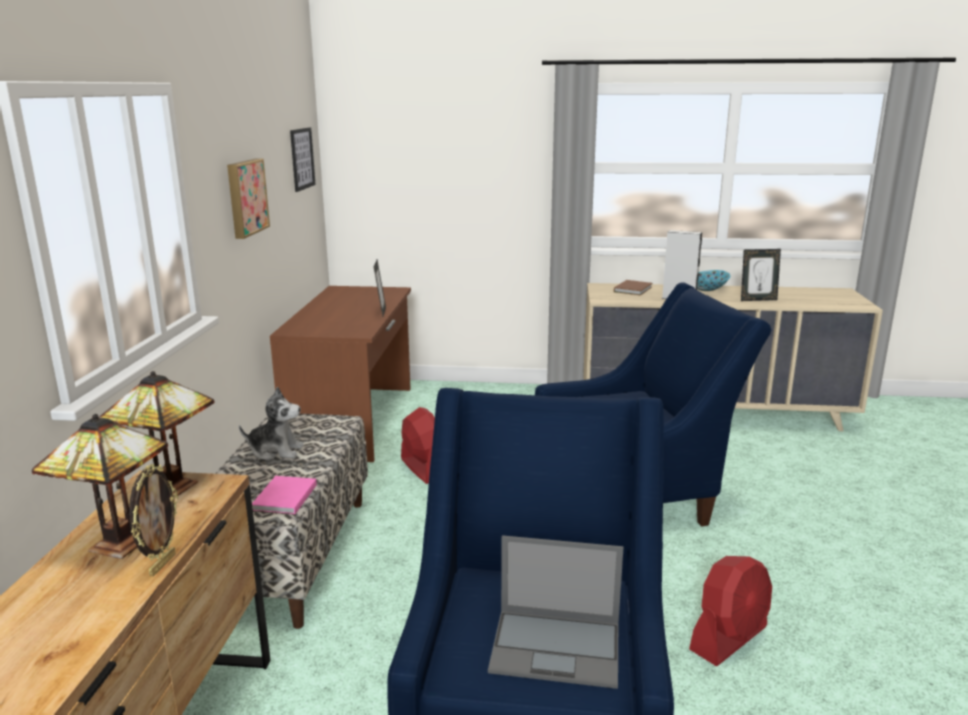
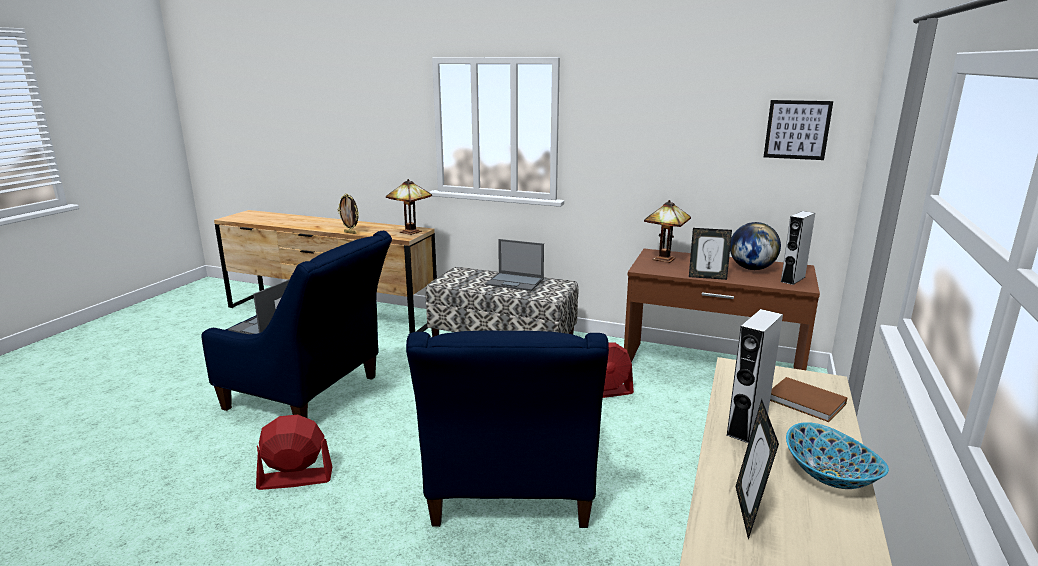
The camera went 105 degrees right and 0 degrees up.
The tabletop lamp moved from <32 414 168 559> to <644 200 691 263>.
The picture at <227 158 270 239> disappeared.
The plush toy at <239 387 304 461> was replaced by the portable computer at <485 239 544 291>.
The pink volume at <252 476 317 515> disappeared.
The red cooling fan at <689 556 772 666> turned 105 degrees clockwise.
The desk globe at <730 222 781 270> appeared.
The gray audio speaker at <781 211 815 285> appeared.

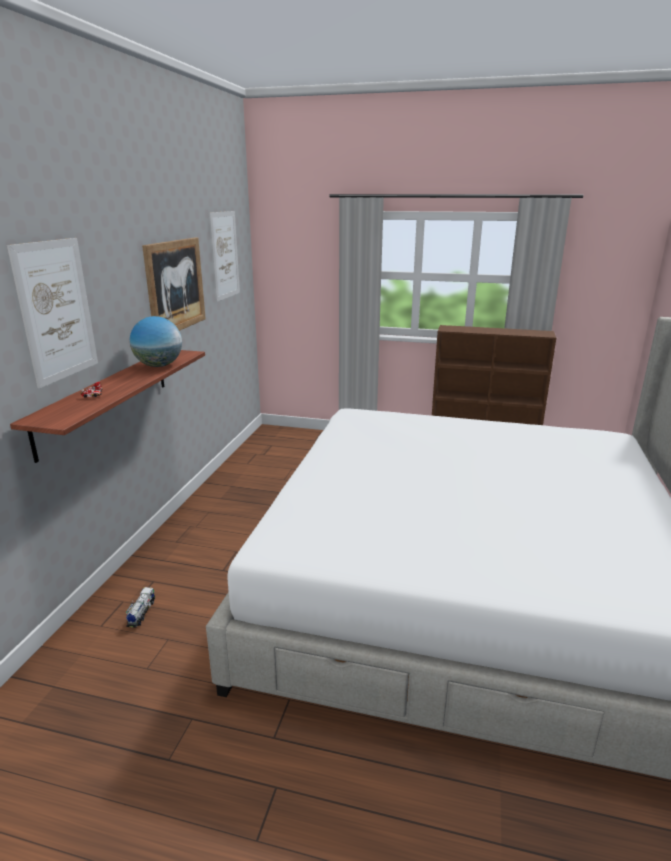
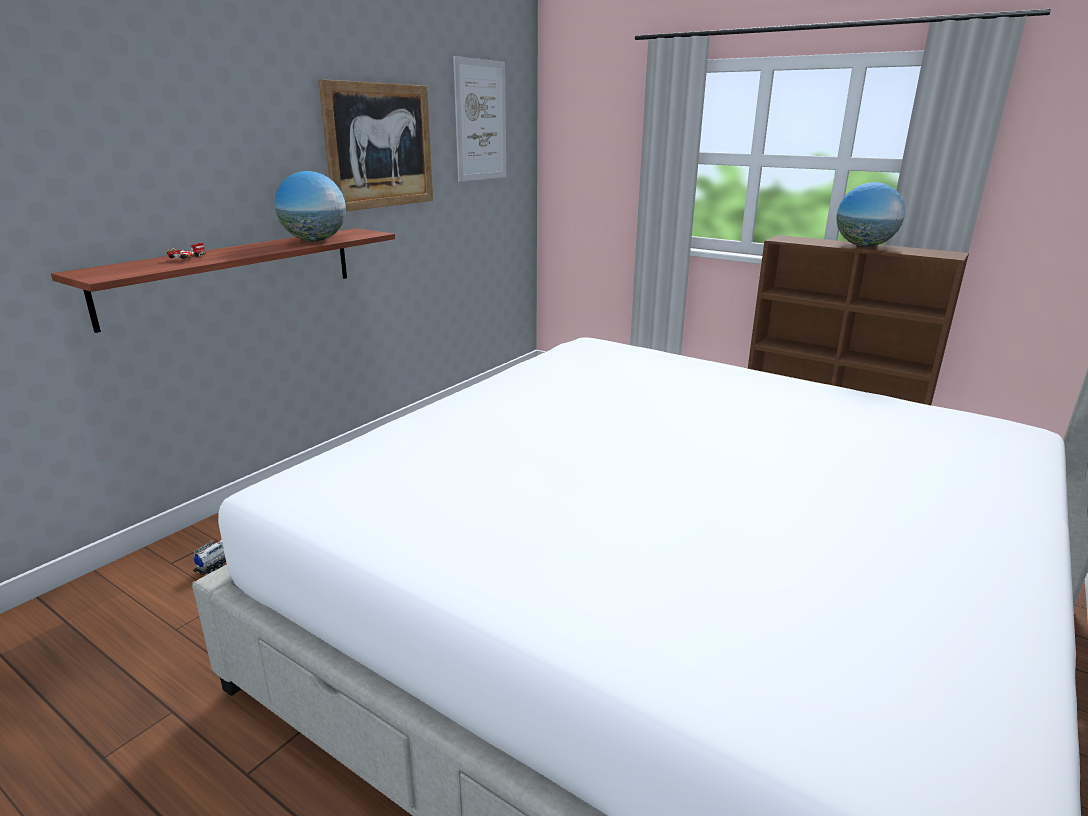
The camera went 20 degrees right and 0 degrees up.
The picture at <7 238 98 388> disappeared.
The desk globe at <836 182 905 247> appeared.

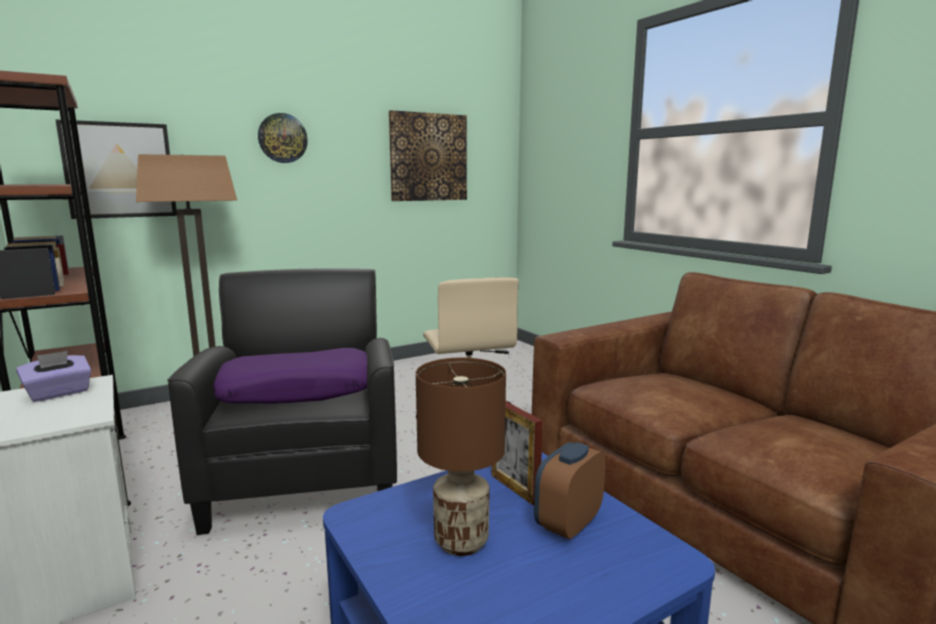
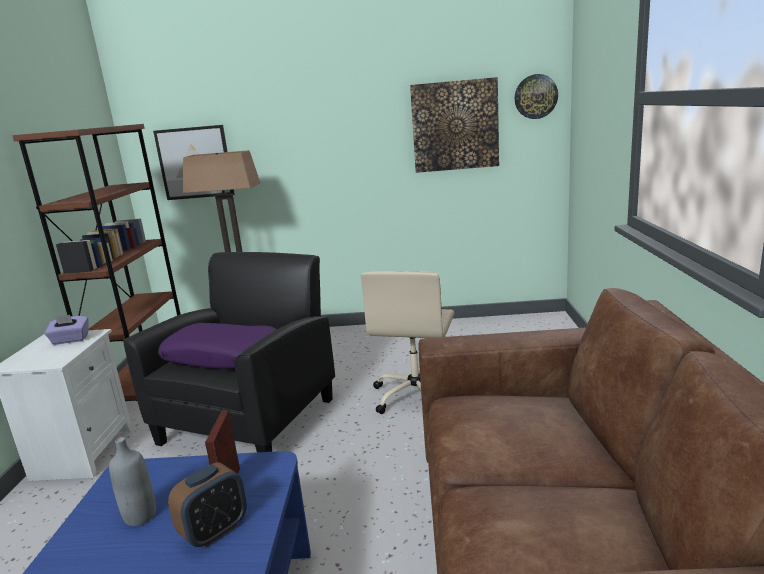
The camera went 35 degrees right and 5 degrees up.
The clock on the wall moved from <258 113 308 163> to <515 74 558 119>.
The brown-coloured tabletop lamp at <416 358 506 556> was replaced by the gray bottle at <109 437 156 526>.
The table clock at <534 442 605 540> turned 150 degrees clockwise.

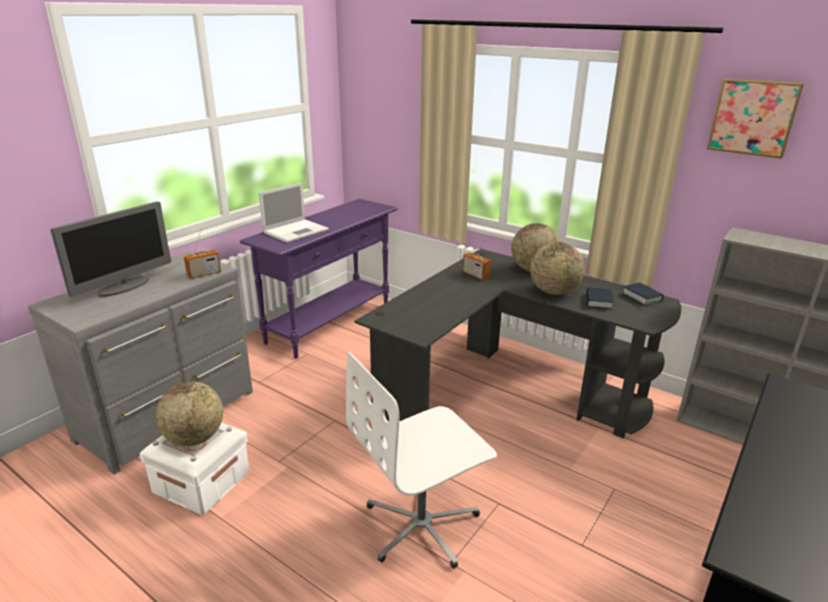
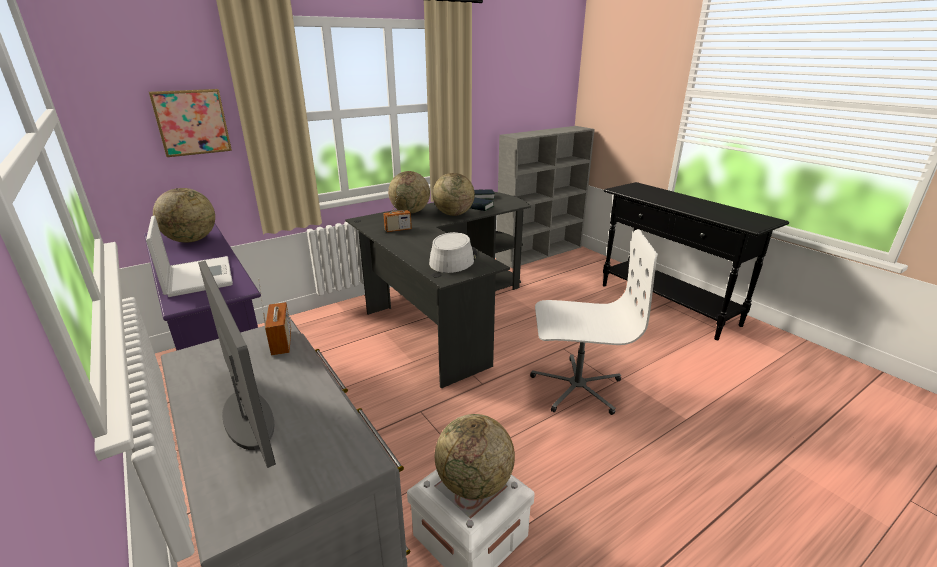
The camera went 70 degrees left and 0 degrees up.
The whitish computer chair at <346 352 497 568> turned 75 degrees counterclockwise.
The picture moved from <707 78 804 159> to <149 89 232 157>.
The desk globe at <153 188 215 243> appeared.
The gray hat at <429 232 477 273> appeared.

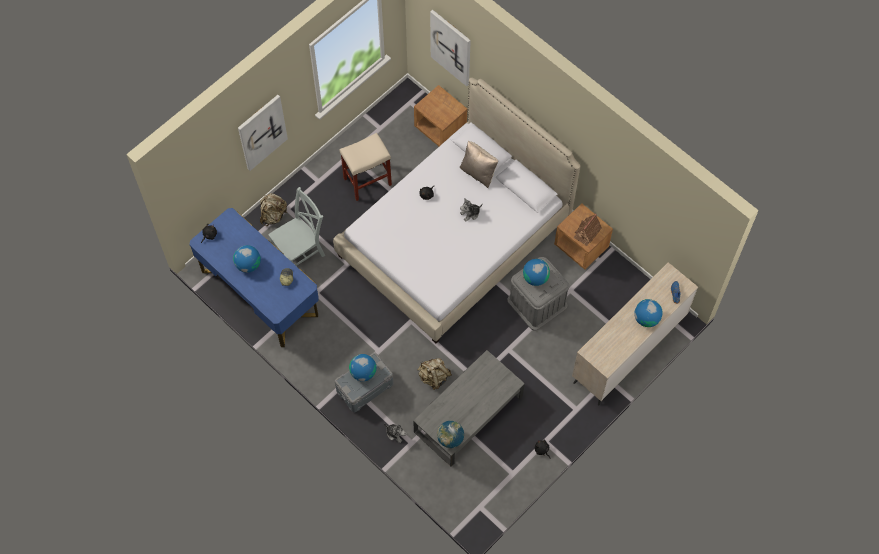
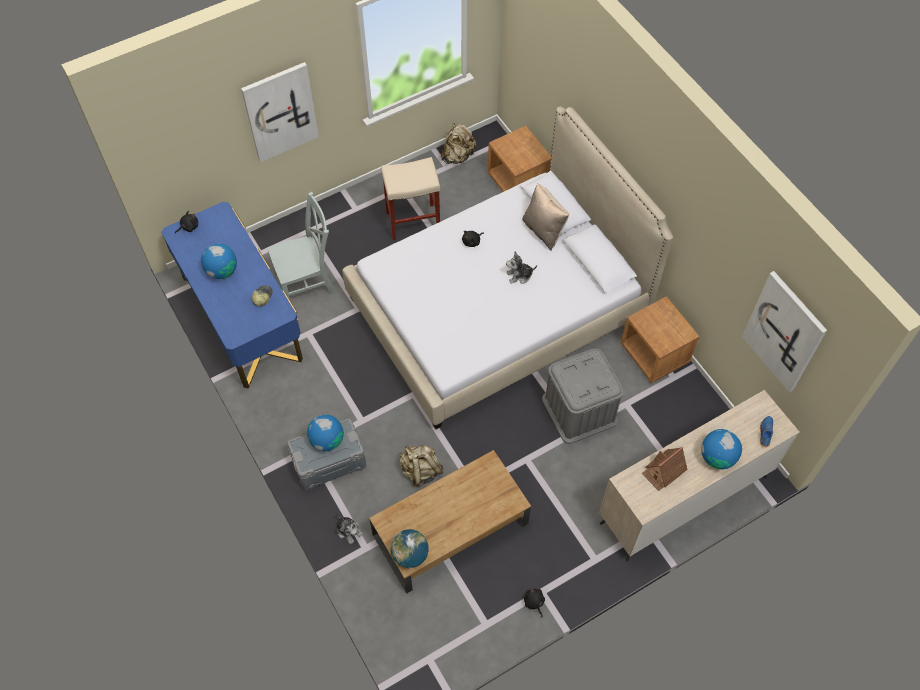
The camera went 15 degrees right and 5 degrees down.
The sand-coloured backpack moved from <260 193 287 226> to <441 123 476 164>.
The gray coffee table at <413 350 525 467> became the brown-coloured coffee table at <369 450 531 594>.
The picture moved from <430 10 471 86> to <742 271 827 392>.
The desk globe at <523 259 550 286> disappeared.
The miniature house moved from <573 214 602 246> to <641 447 688 491>.

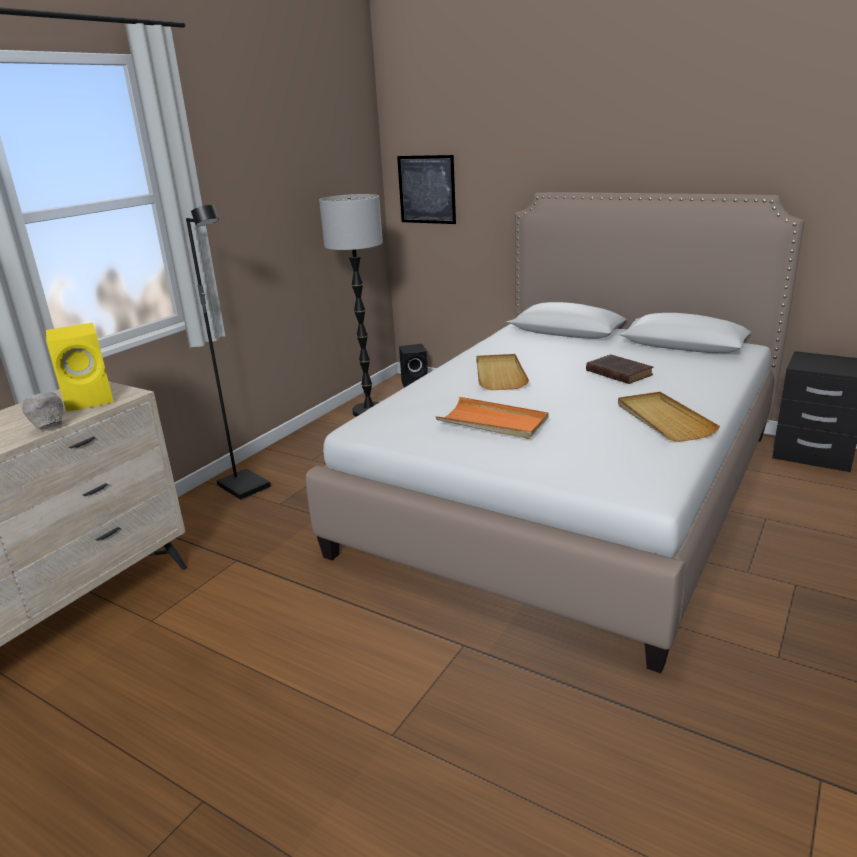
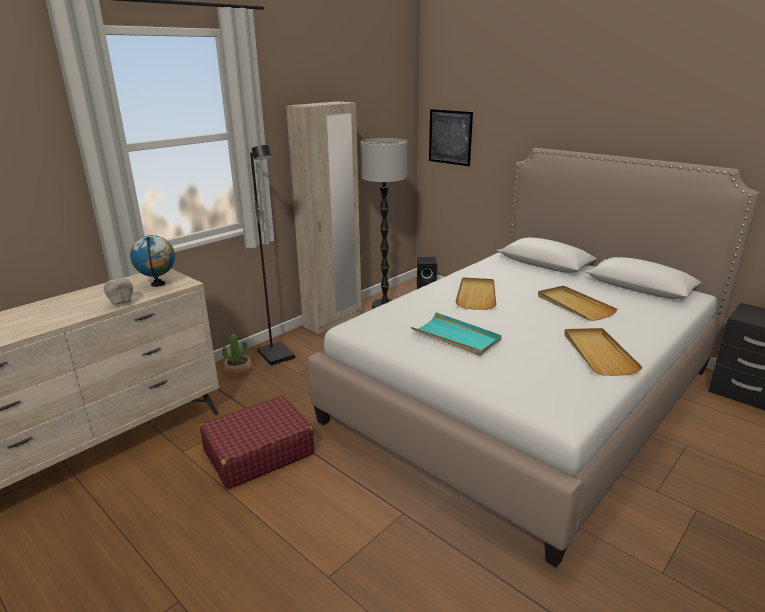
The camera went 10 degrees right and 0 degrees up.
The yellow audio speaker at <46 323 114 411> was replaced by the desk globe at <130 235 175 287>.
The orange-coloured serving tray at <435 397 548 439> became the turquoise-coloured serving tray at <411 312 502 356>.
The brown-coloured volume at <586 354 653 384> was replaced by the sand-coloured serving tray at <538 286 617 321>.
The red piece of luggage at <200 396 314 489> appeared.
The potted plant at <222 334 252 376> appeared.
The sand-coloured armoire at <286 101 362 334> appeared.

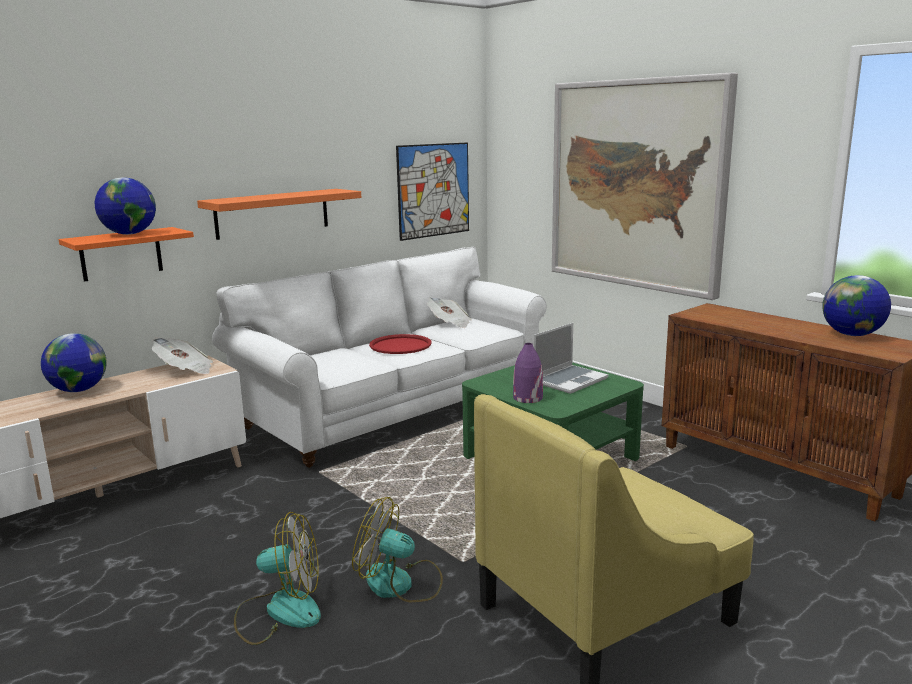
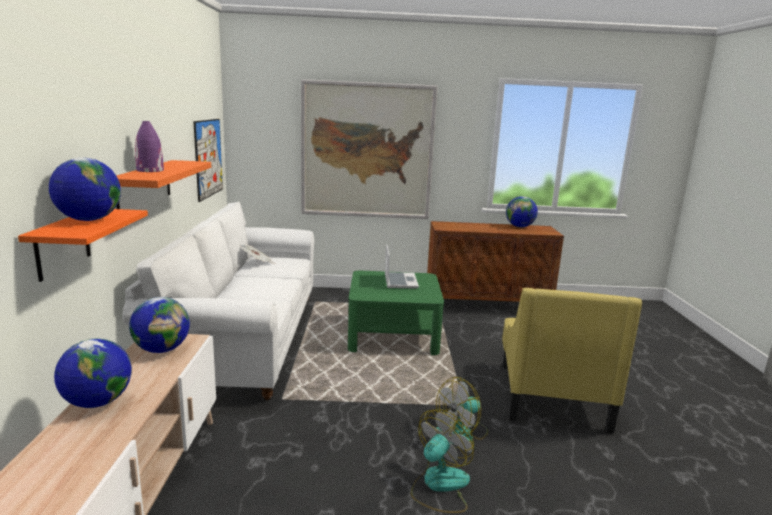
The camera went 50 degrees left and 0 degrees up.
The newspaper at <151 338 213 374> was replaced by the desk globe at <129 297 190 353>.
The red serving tray at <369 334 431 354> disappeared.
The purple flower vase moved from <513 343 543 403> to <135 121 164 172>.

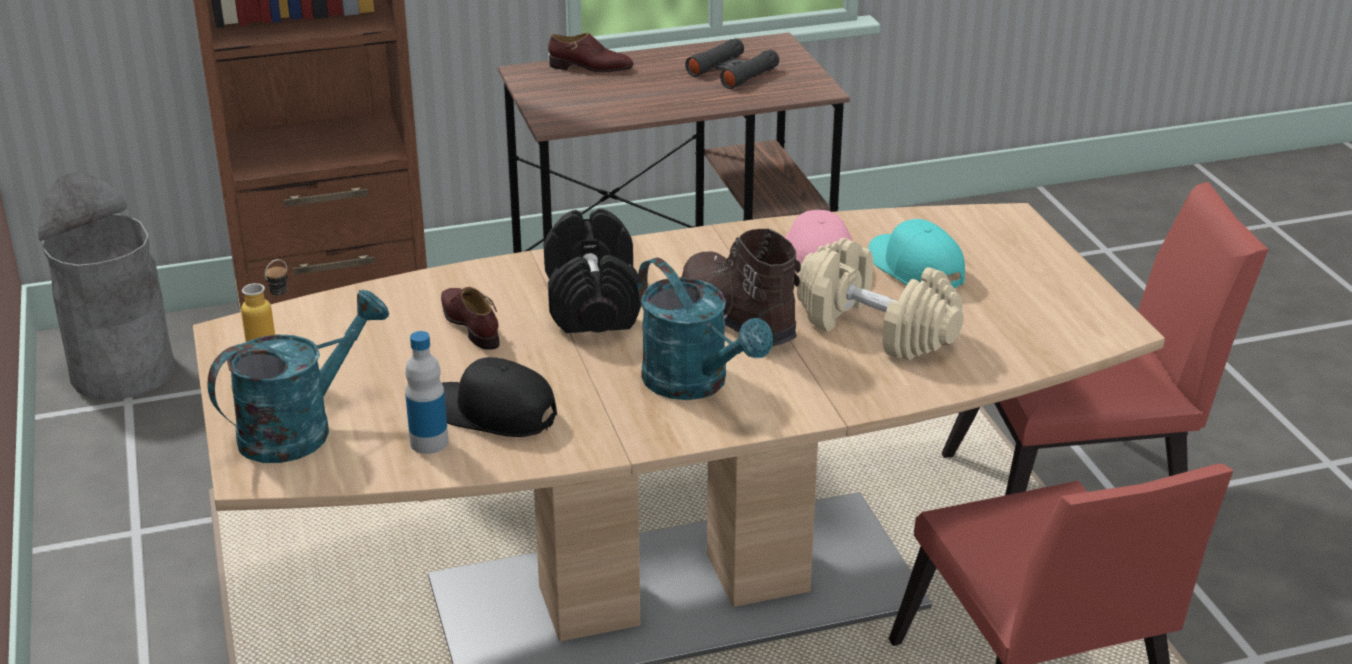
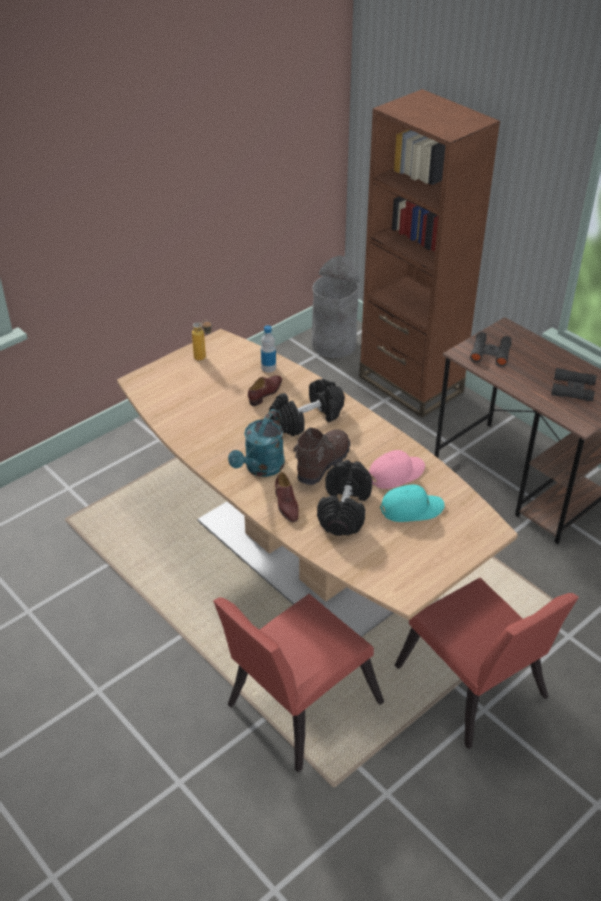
The camera went 65 degrees right and 10 degrees up.
The turquoise-coloured watering pot at <208 289 389 463> disappeared.
The bottle moved from <405 331 448 454> to <261 325 276 372>.
The blackish cap at <442 357 557 437> disappeared.
The brown-coloured item of footwear moved from <548 33 633 73> to <275 472 299 523>.
The sand-coloured dumbbell at <797 238 964 361> became the blackish dumbbell at <317 460 372 536>.
The turquoise-coloured cap at <868 219 965 288> turned 45 degrees clockwise.
The blackish field glasses at <470 332 512 367> appeared.

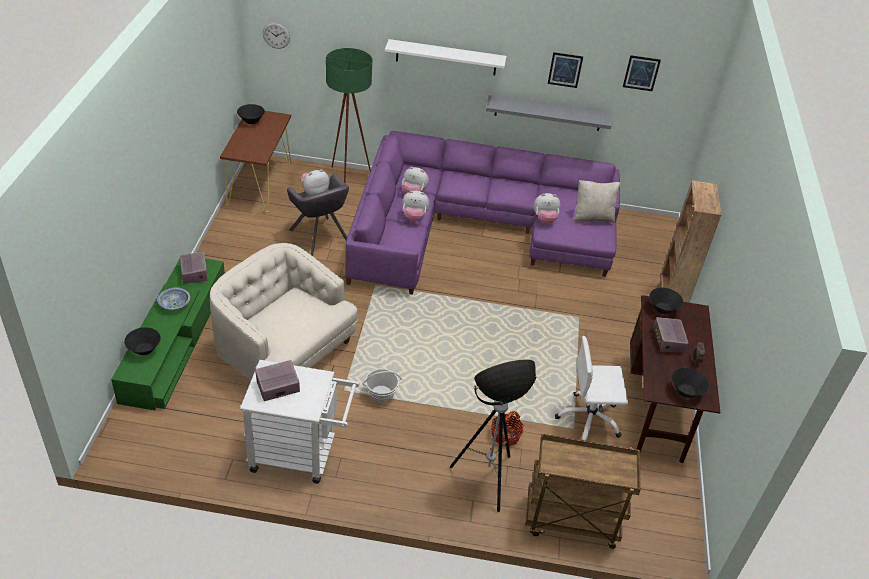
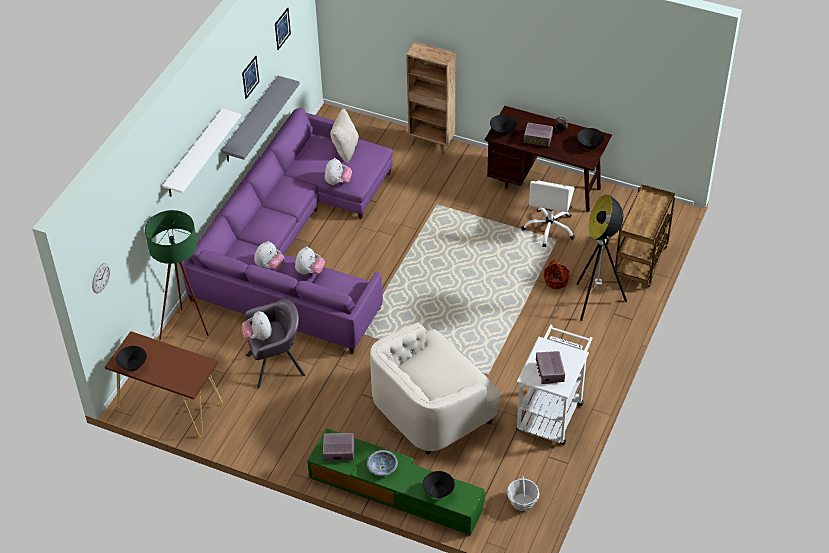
The camera went 70 degrees left and 5 degrees up.
The storage basket moved from <362 369 402 402> to <507 476 539 511>.

